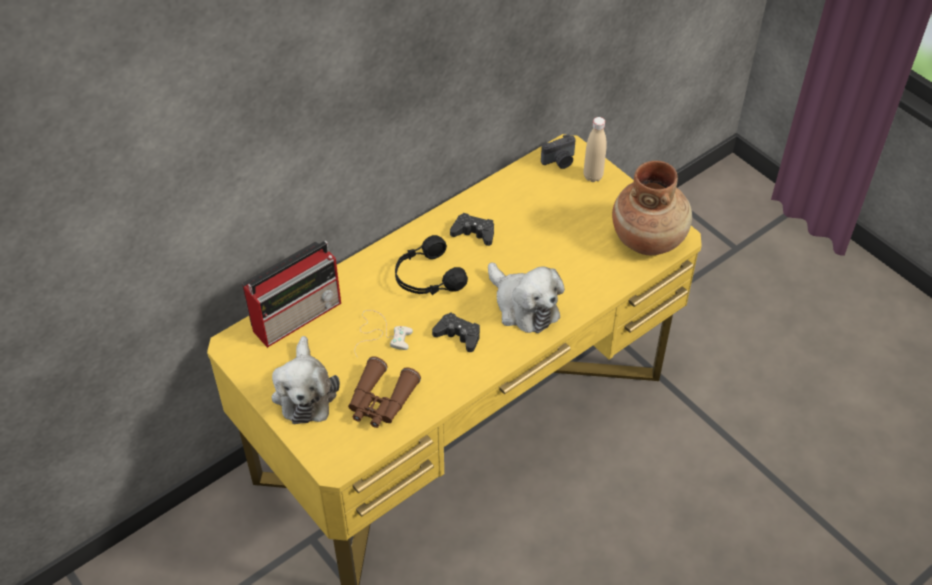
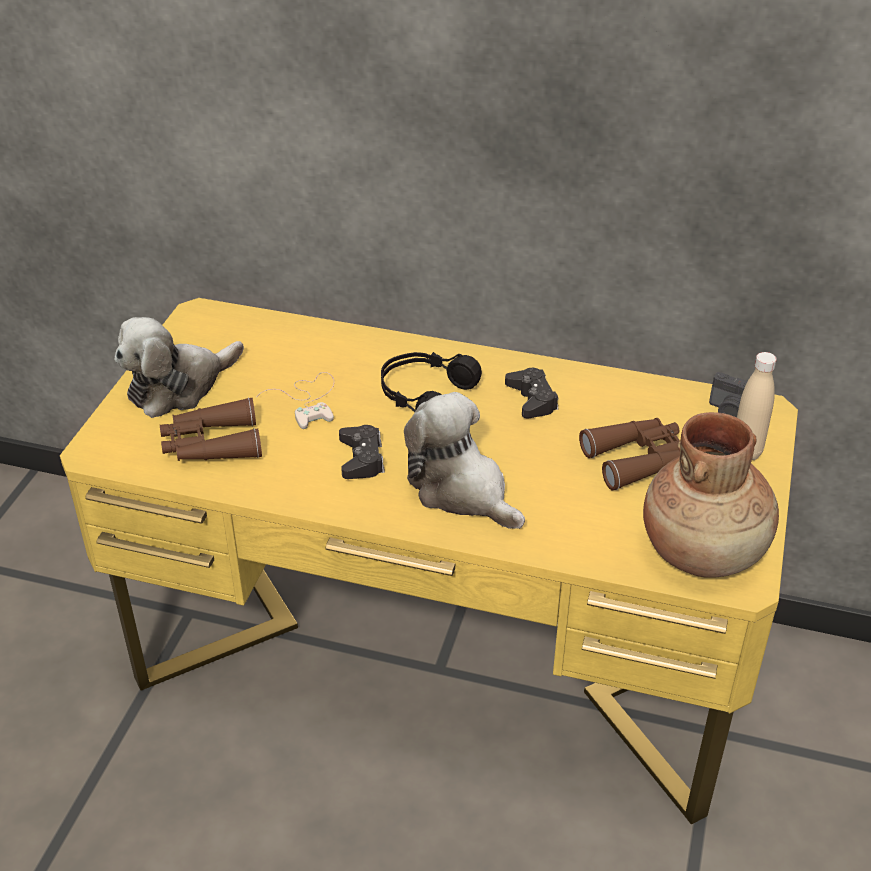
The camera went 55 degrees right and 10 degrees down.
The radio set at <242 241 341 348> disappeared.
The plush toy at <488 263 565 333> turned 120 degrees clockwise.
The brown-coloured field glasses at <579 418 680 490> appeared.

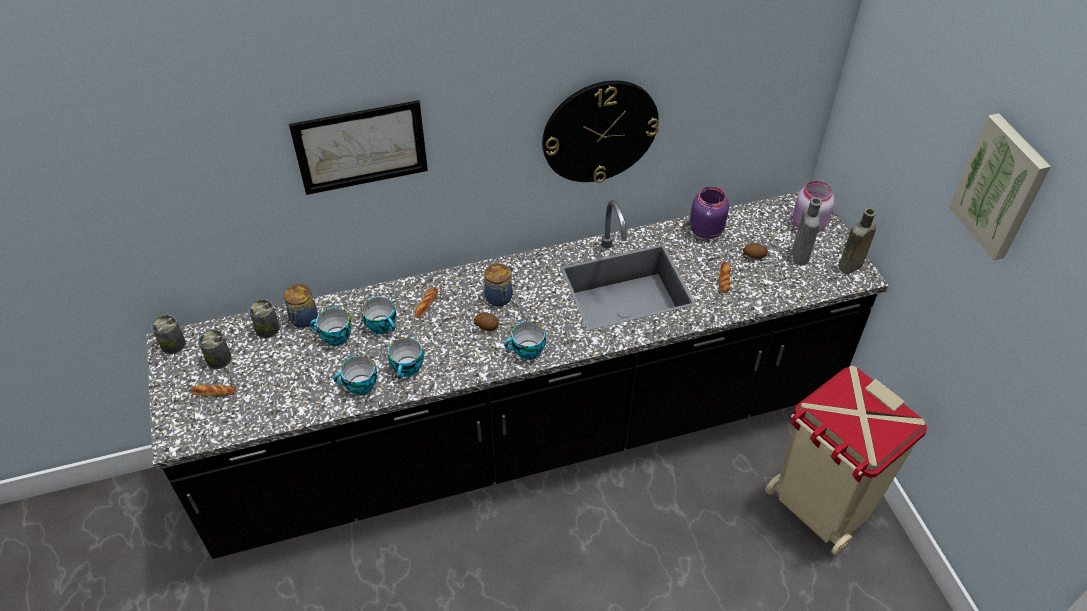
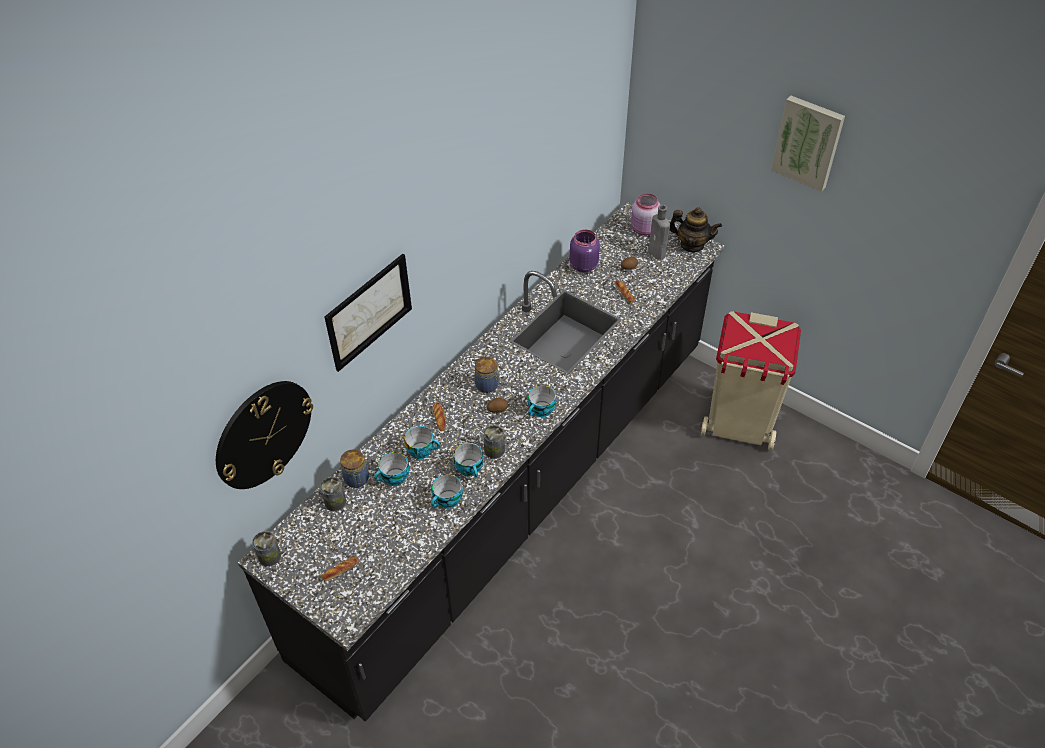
The camera went 35 degrees left and 0 degrees up.
The sealed can moved from <198 329 232 369> to <483 425 505 459>.
The clock on the wall moved from <542 80 659 183> to <216 381 313 489>.
The brown-coloured bottle at <839 208 876 274> was replaced by the tea pot at <670 207 722 252>.

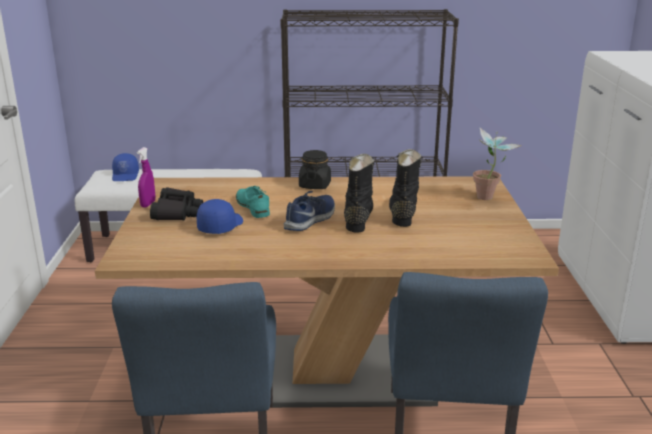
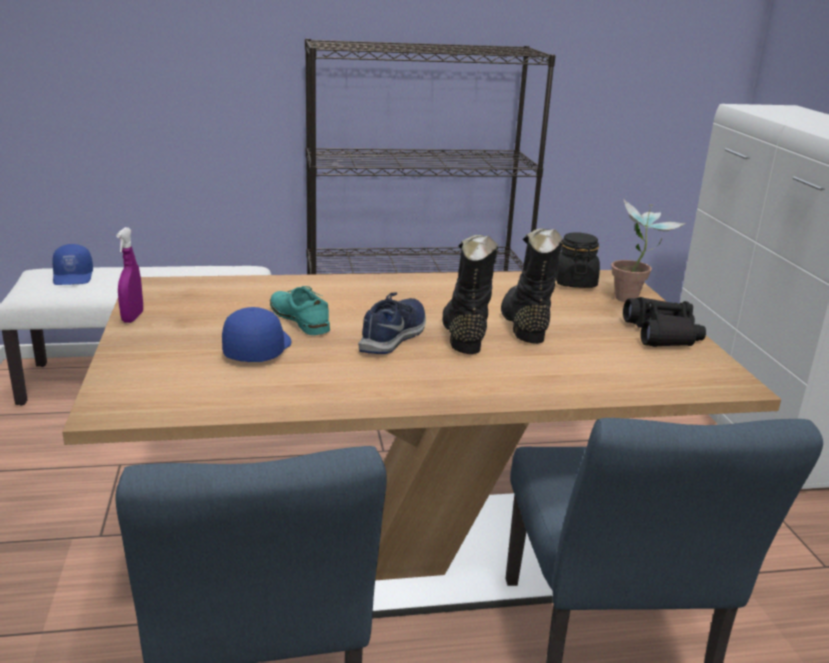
The camera went 10 degrees left and 0 degrees up.
The blackish field glasses moved from <150 187 203 220> to <623 297 706 347>.
The blackish jar moved from <299 150 331 189> to <555 232 600 288>.

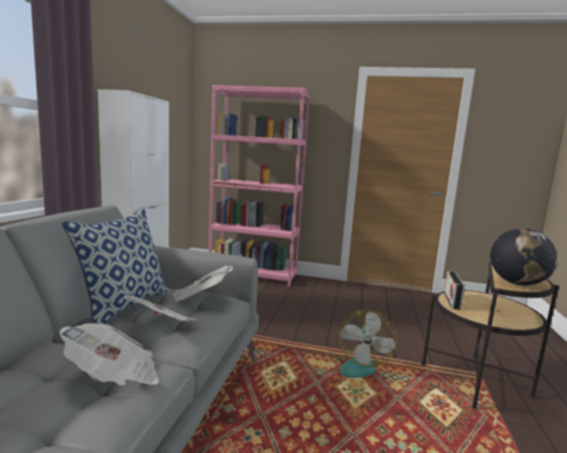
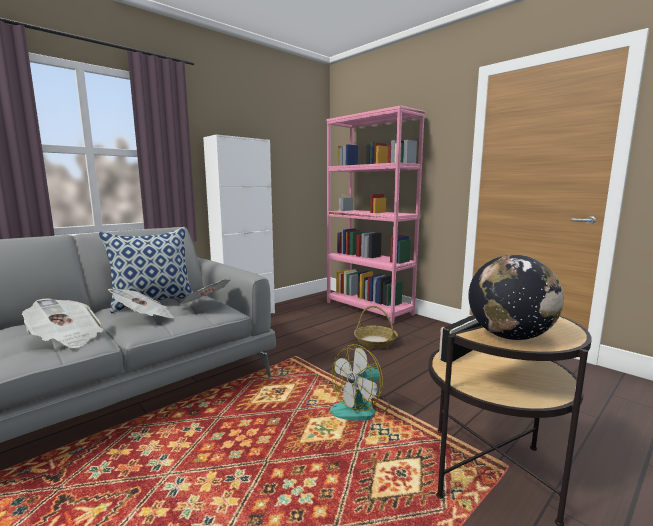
The camera went 35 degrees right and 0 degrees up.
The storage basket at <354 306 398 348> appeared.

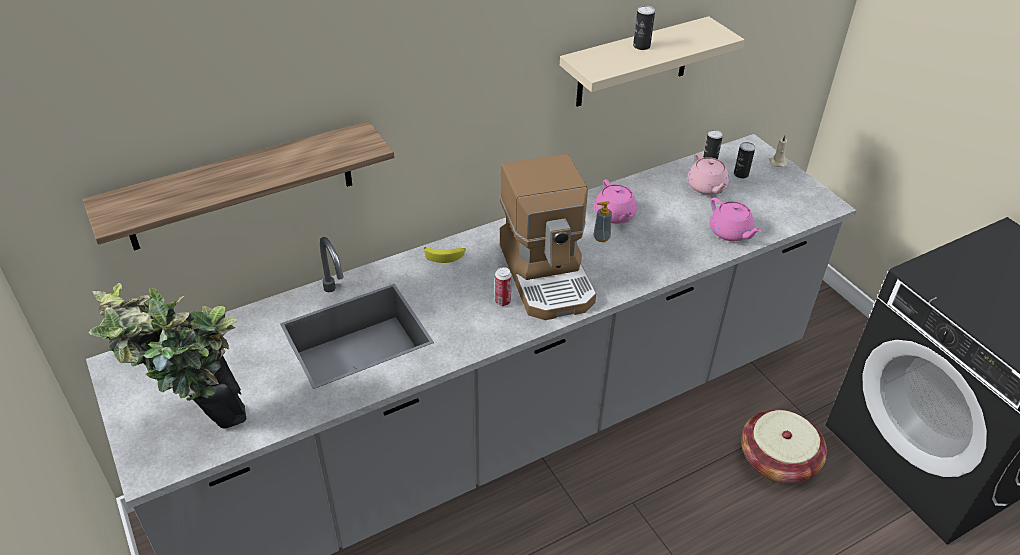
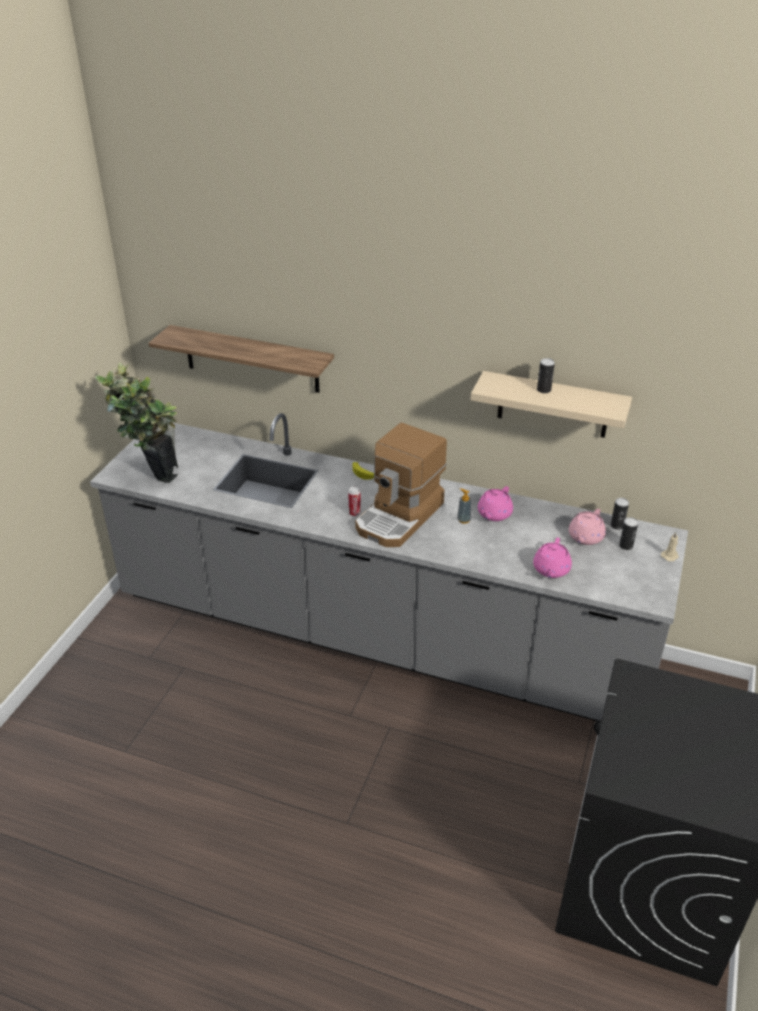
The camera went 50 degrees right and 5 degrees down.
The storage basket at <741 410 827 483> disappeared.

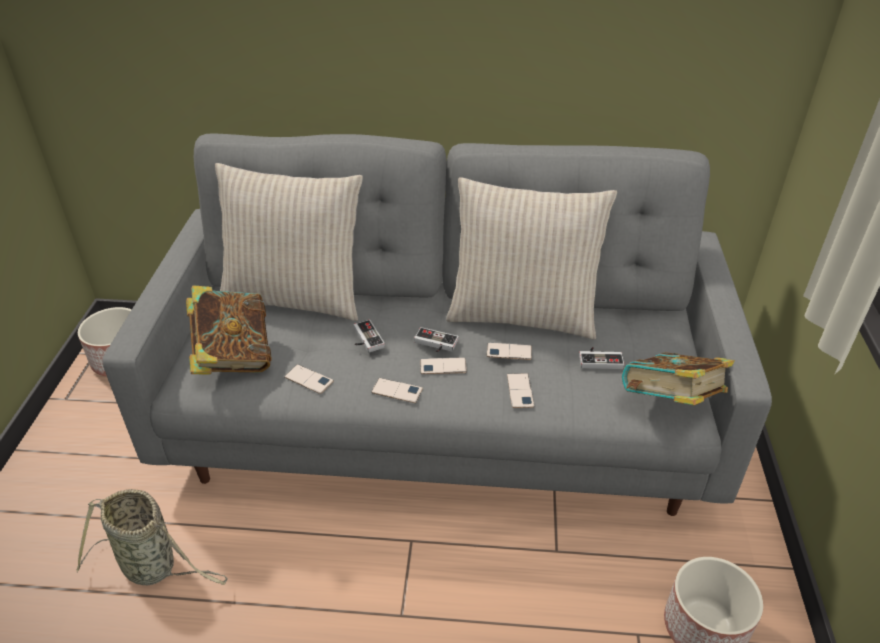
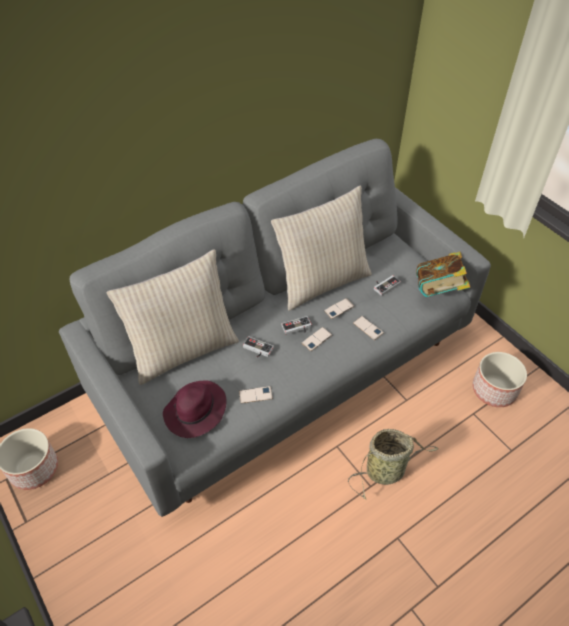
The camera went 40 degrees left and 10 degrees up.
The storage basket moved from <76 489 227 585> to <348 429 439 500>.
The volume at <186 285 272 375> was replaced by the purple hat at <163 380 227 438>.
The telephone at <371 378 423 403> disappeared.

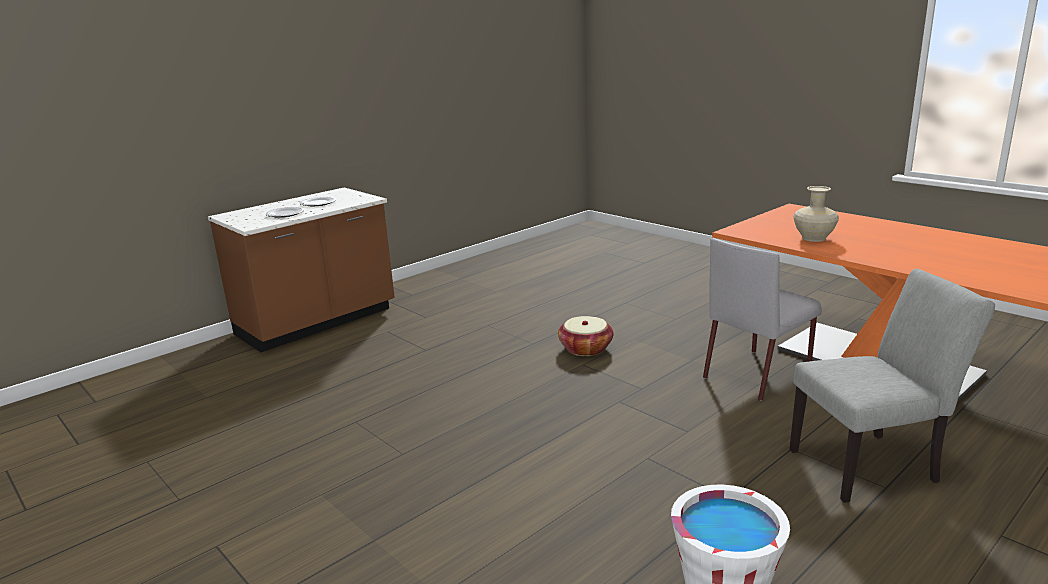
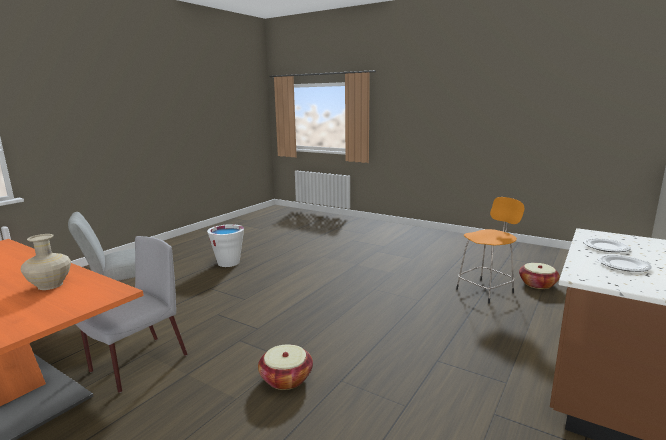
The camera went 165 degrees right and 5 degrees down.
The orange-coloured sitting stool at <456 197 524 304> appeared.
The storage basket at <519 263 560 289> appeared.

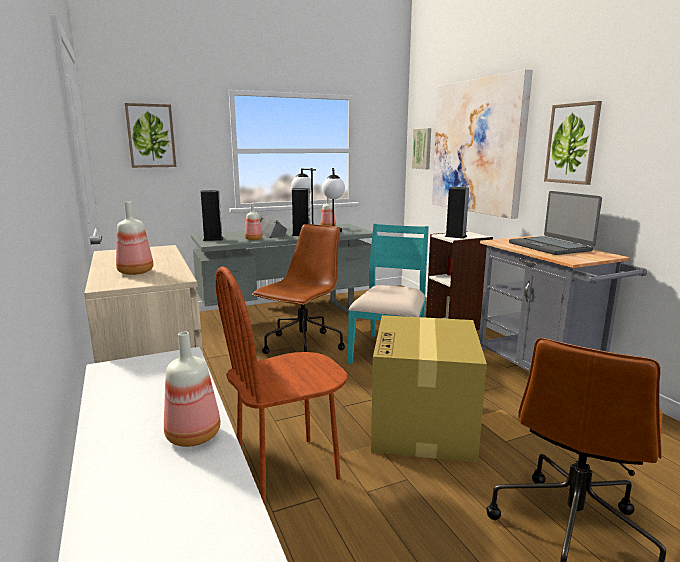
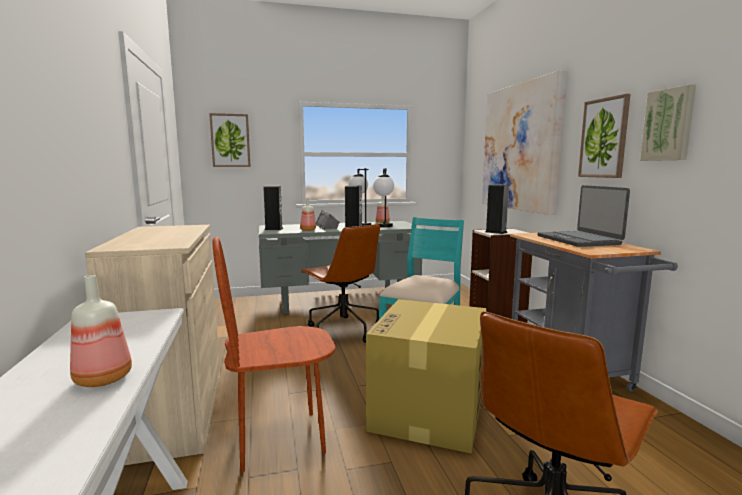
The camera went 10 degrees right and 5 degrees down.
The bottle at <116 202 153 275> disappeared.
The brown-coloured computer chair at <252 224 345 354> turned 105 degrees clockwise.
The picture moved from <412 128 431 169> to <640 84 696 161>.

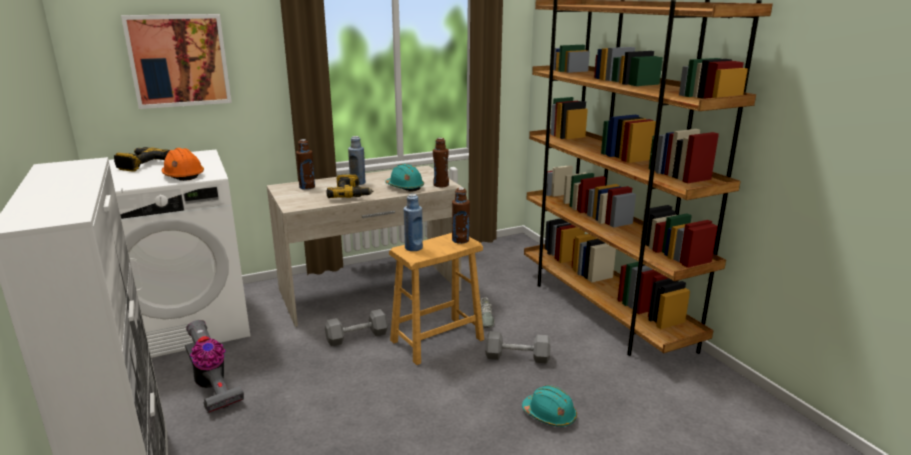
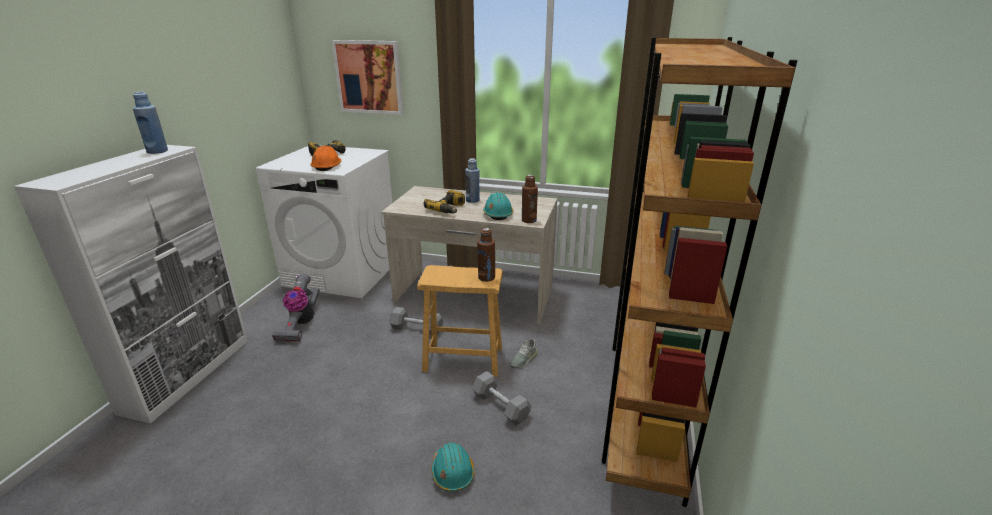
The camera went 40 degrees right and 5 degrees up.
The brown-coloured bottle at <296 139 315 190> disappeared.
The blue bottle moved from <404 194 423 251> to <133 91 168 154>.

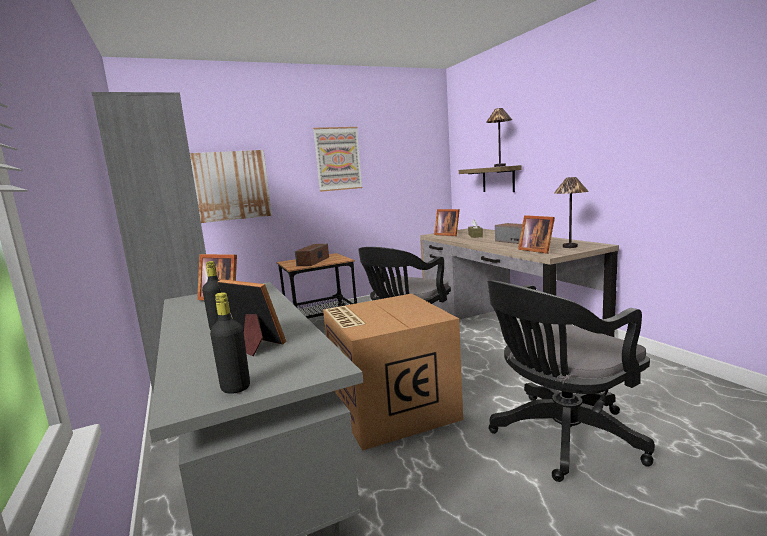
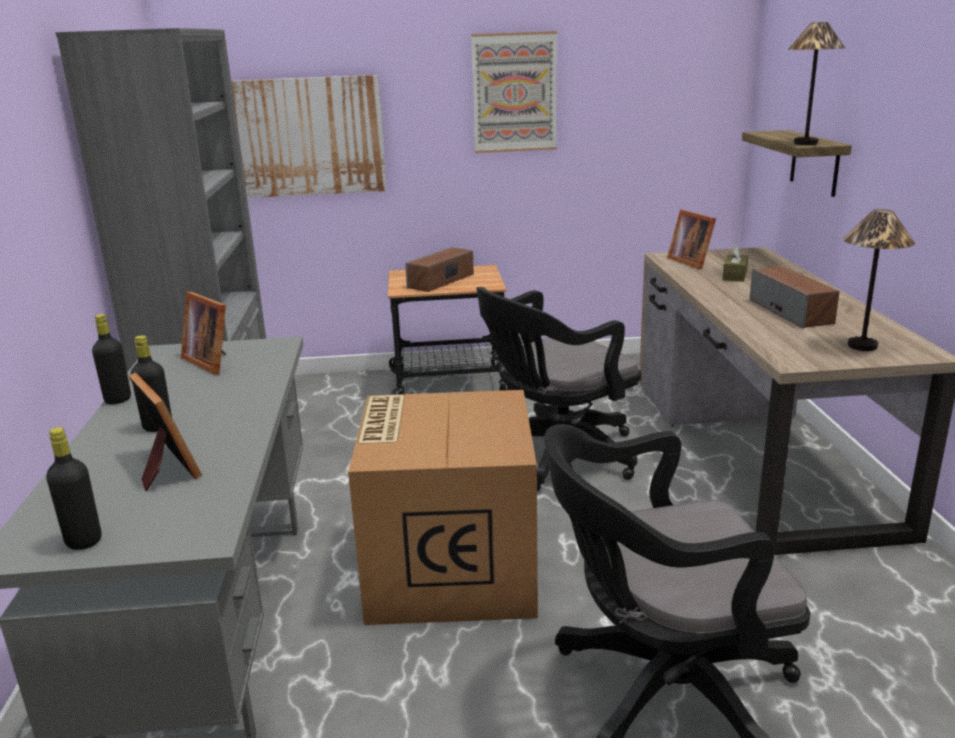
The camera went 20 degrees right and 10 degrees up.
The photo frame at <518 215 555 254> disappeared.
The blackish bottle at <92 314 131 404> appeared.

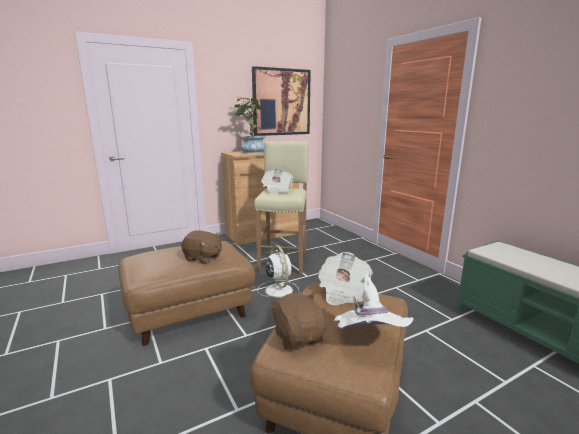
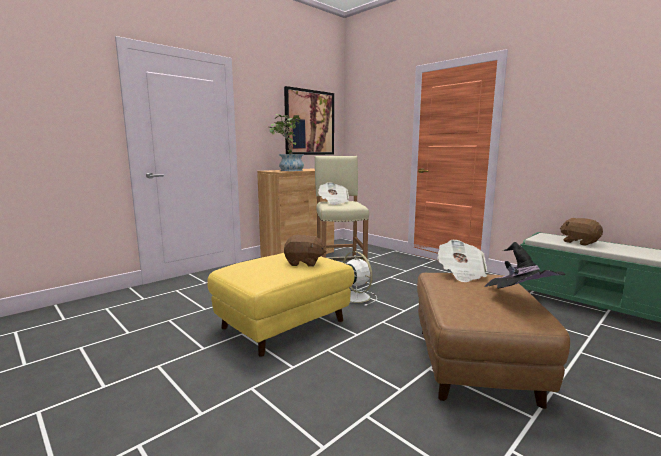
The camera went 15 degrees left and 5 degrees down.
The brown-coloured footrest at <118 241 255 346> became the yellow footrest at <207 253 355 357>.
The brown-coloured plush toy moved from <269 293 326 350> to <560 218 603 246>.
The whitish hat at <334 275 414 328> became the blackish hat at <485 242 565 289>.

